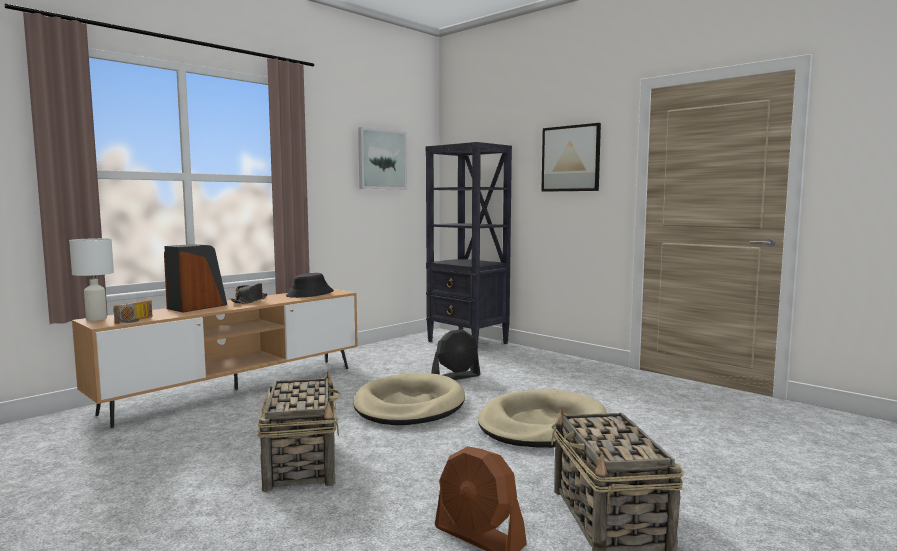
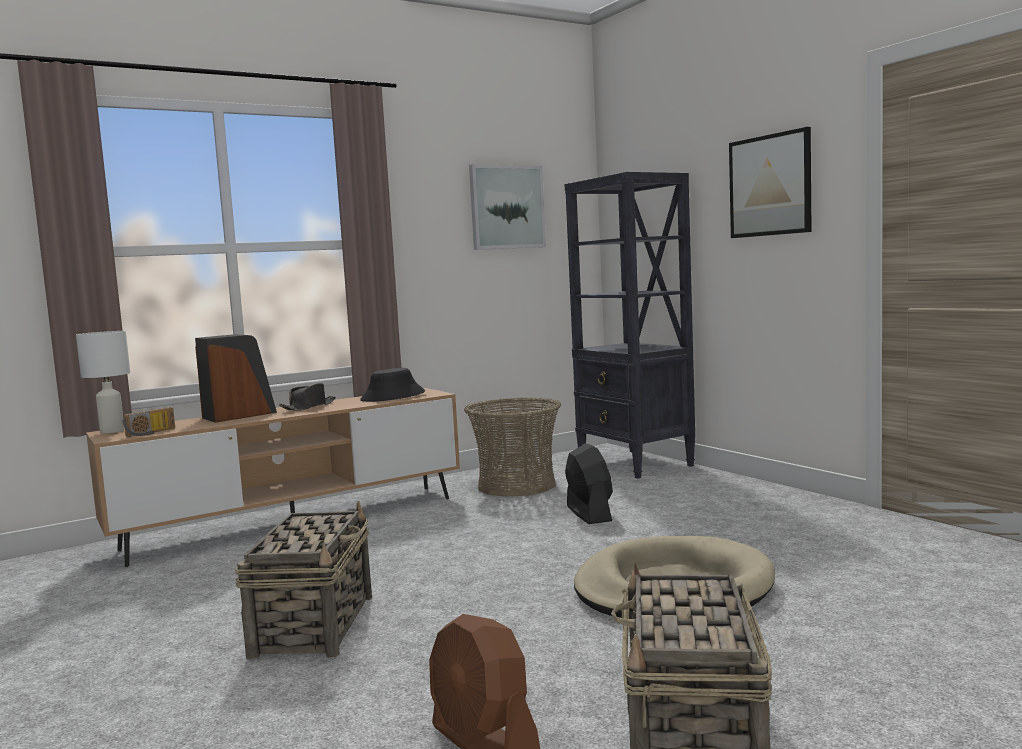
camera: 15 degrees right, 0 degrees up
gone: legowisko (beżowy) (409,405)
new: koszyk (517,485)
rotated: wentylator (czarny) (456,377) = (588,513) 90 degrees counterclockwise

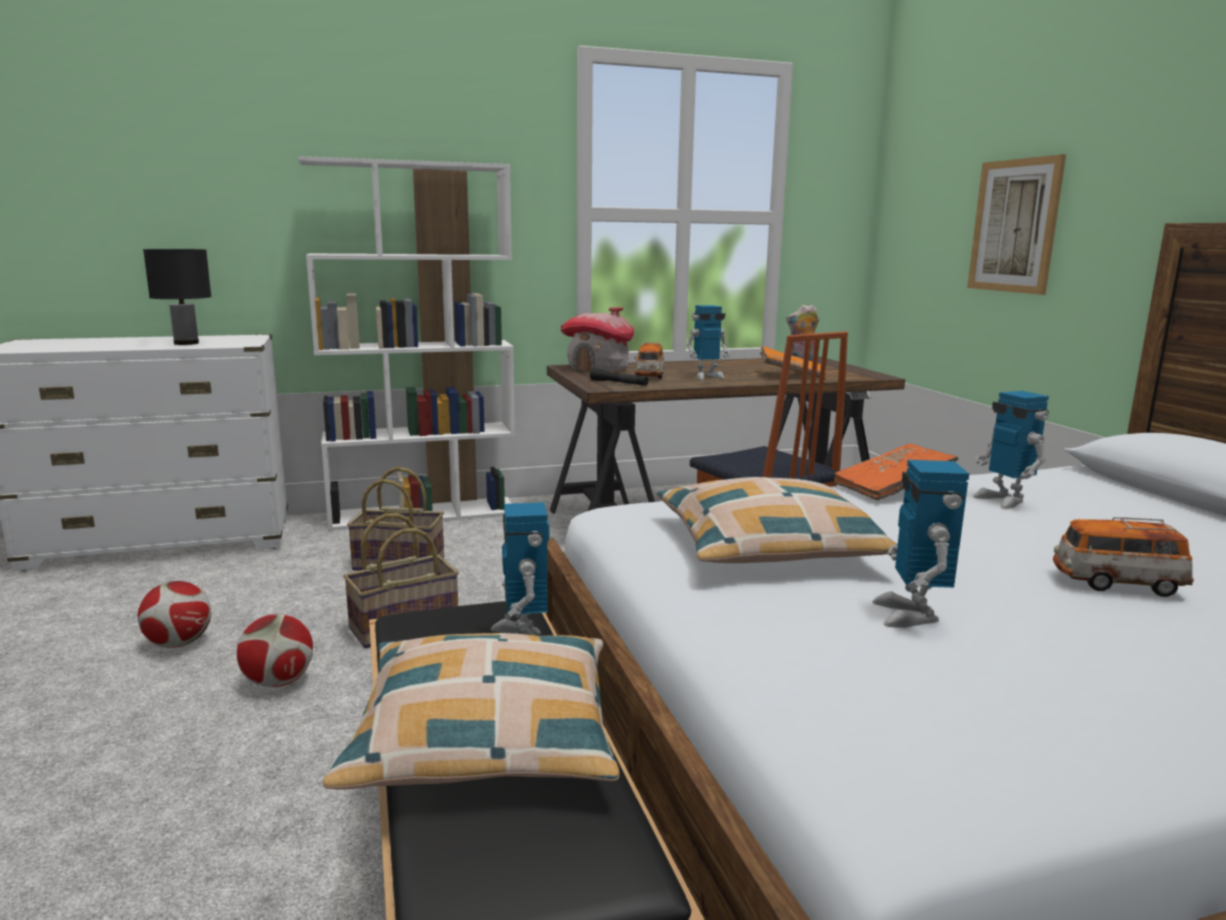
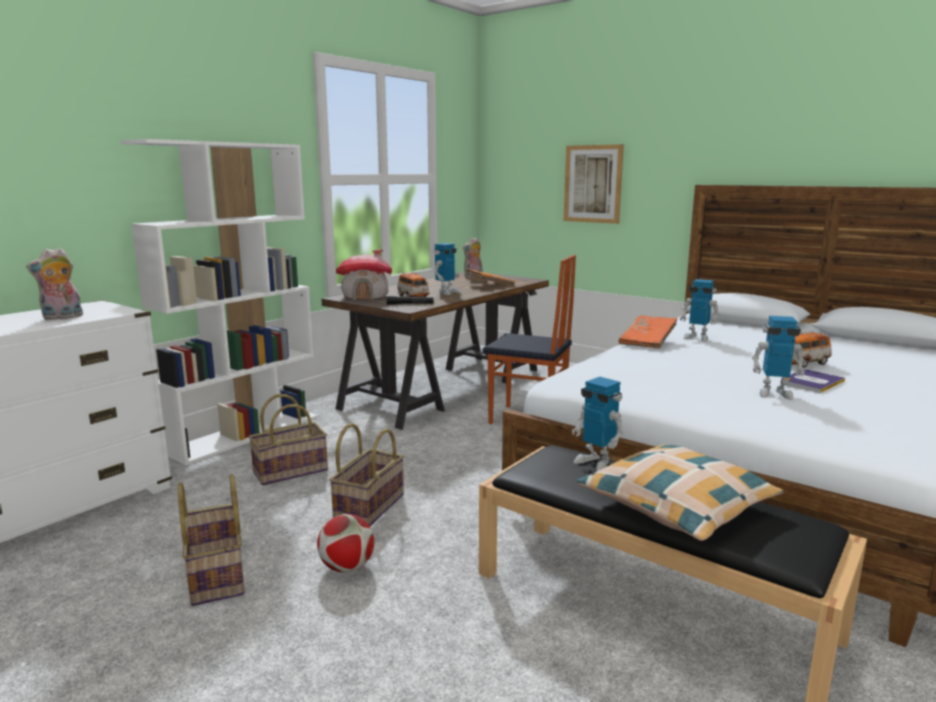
camera: 35 degrees left, 0 degrees up
gone: poduszka (767,546)
new: książka (811,382)
swapped: lampa stołowa (czarny) (187,343) to pluszak (62,317); piłka futbolowa (178,644) to koszyk (218,575)
rotated: robot zabawkowy (911,615) = (774,393) 45 degrees counterclockwise

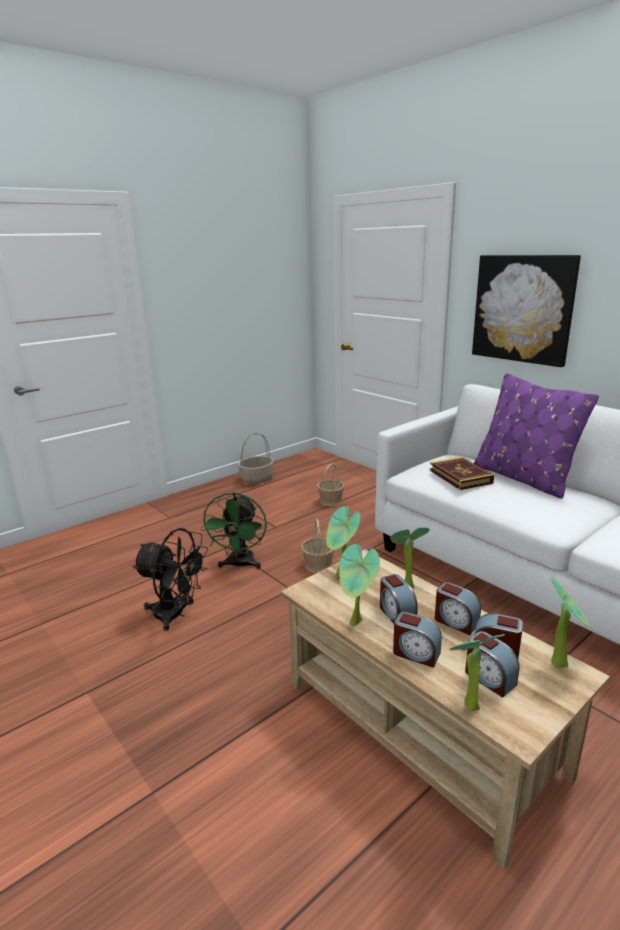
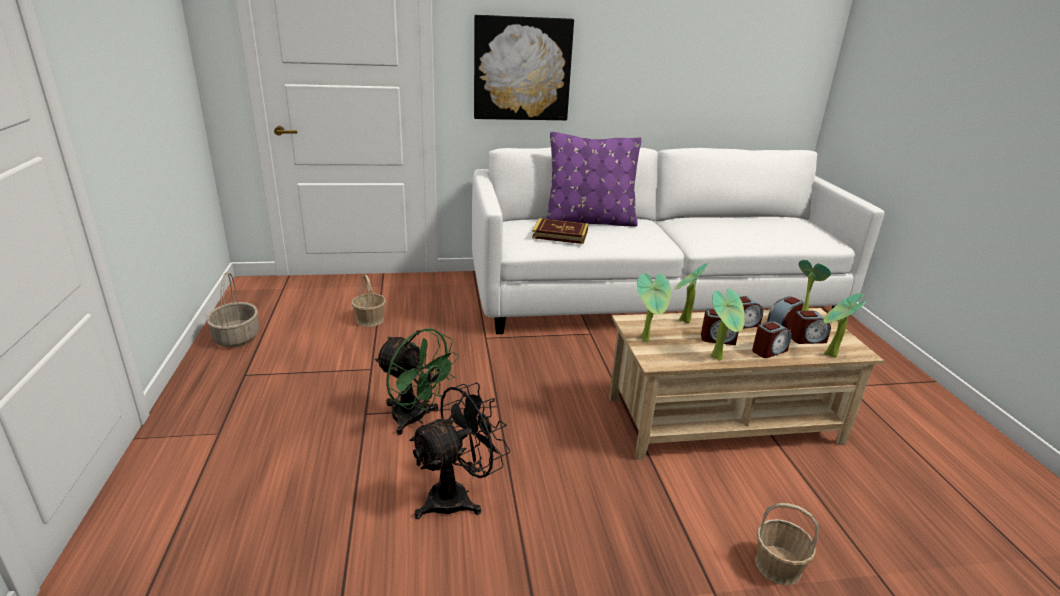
camera: 60 degrees left, 5 degrees up
shifted: koszyk (318,565) to (778,566)

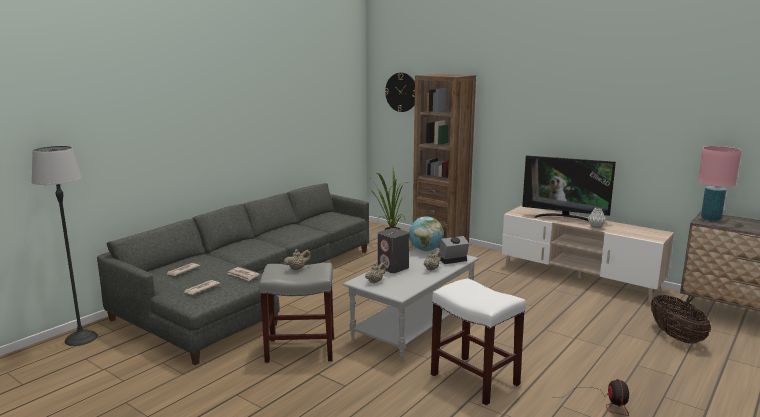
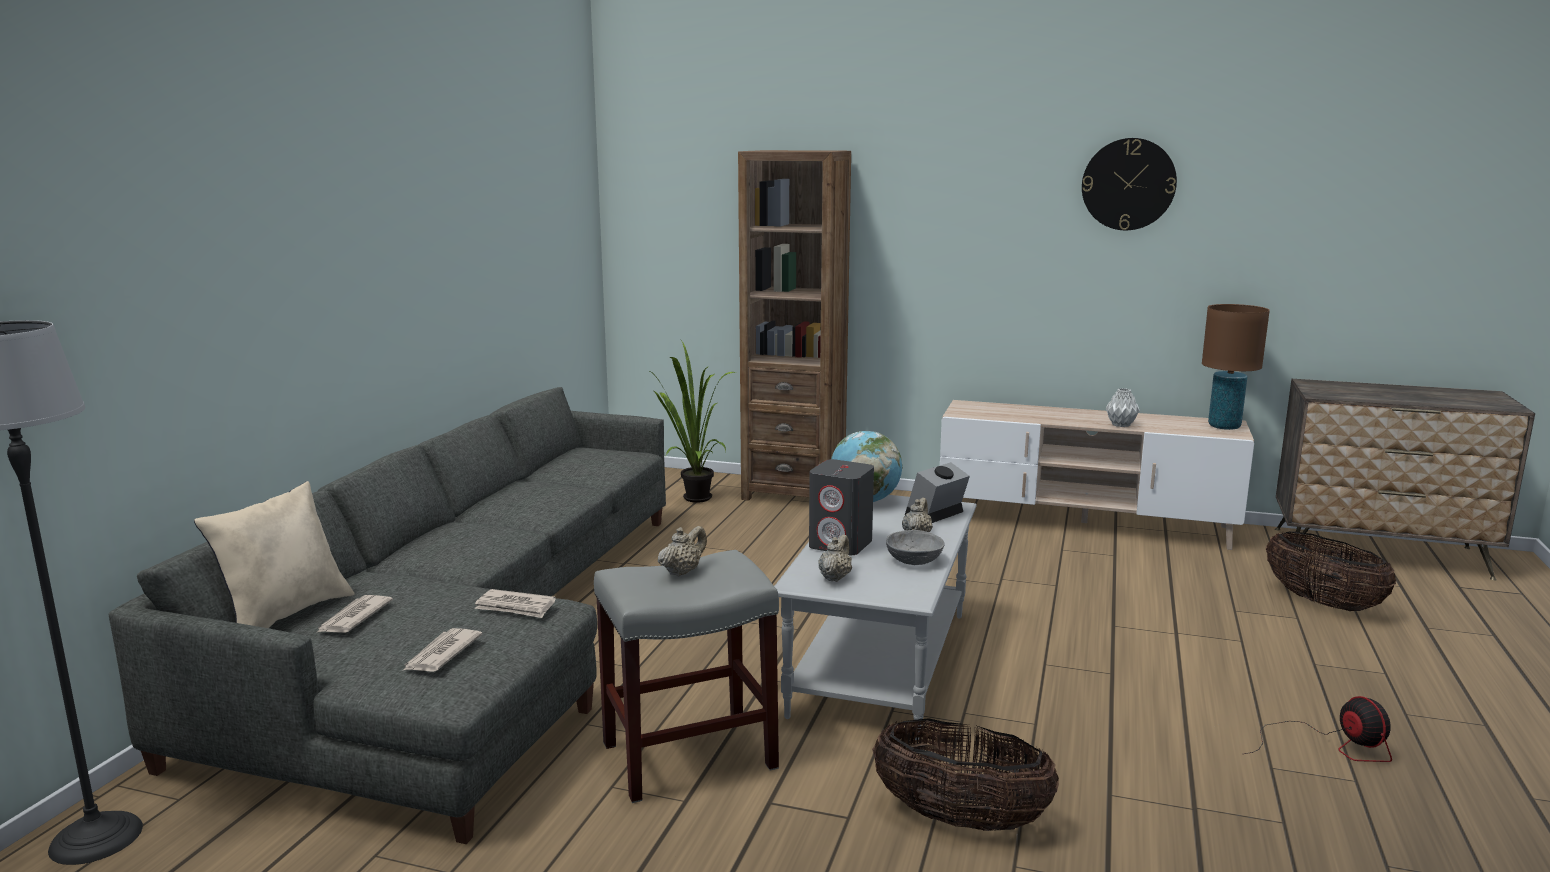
camera: 20 degrees left, 0 degrees up
gone: lampa stołowa (różowy) (711,218); telewizor (564,218); stołek (biały) (475,380)
new: lampa stołowa (brązowy) (1224,426); poduszka (beżowy) (285,615); miska (szary) (913,560); koszyk (960,819)
shifted: zegar ścienny (401,92) to (1128,184)

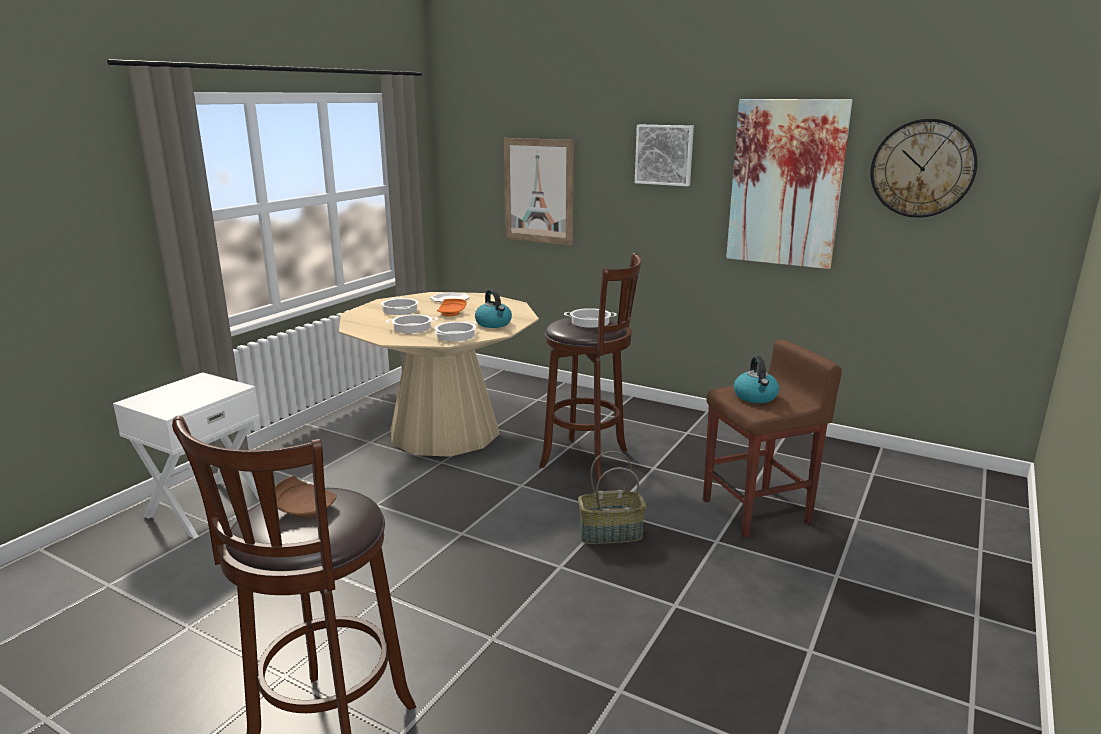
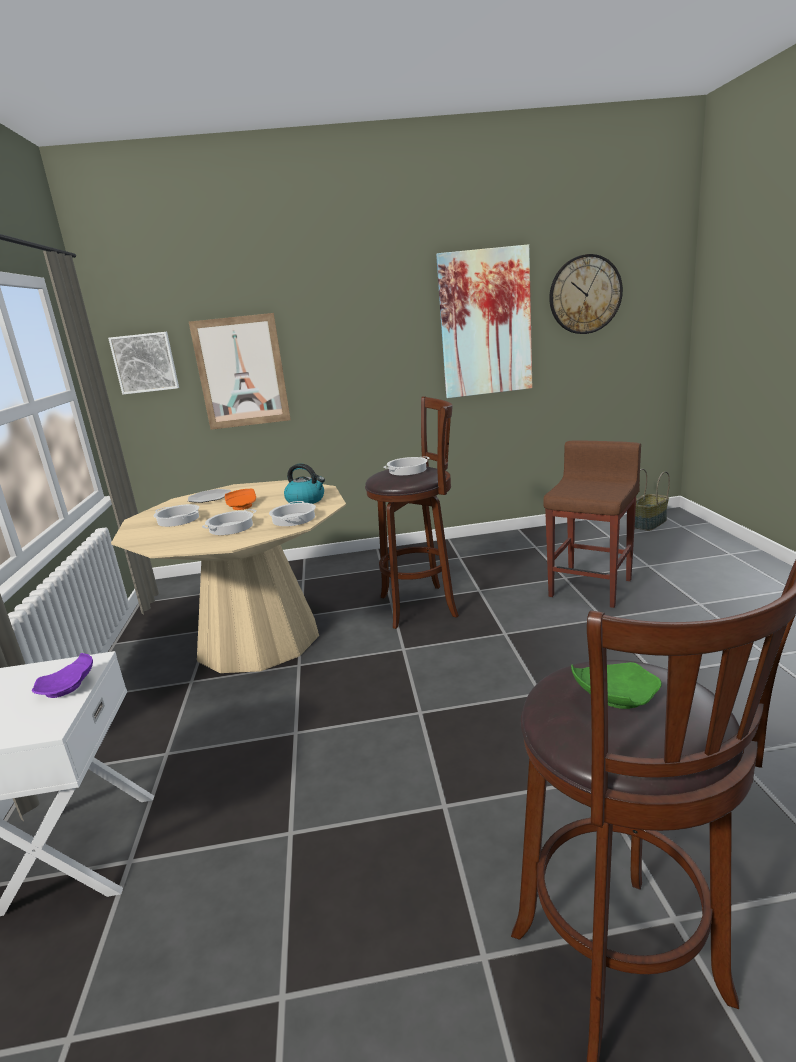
camera: 35 degrees left, 0 degrees up
gone: czajnik (755,397)
new: talerz (fioletowy) (68,687)
shifted: obraz (664,154) to (145,363); koszyk (610,534) to (649,523)
repainted: talerz (brązowy) (304,508) to talerz (zielony) (614,697)

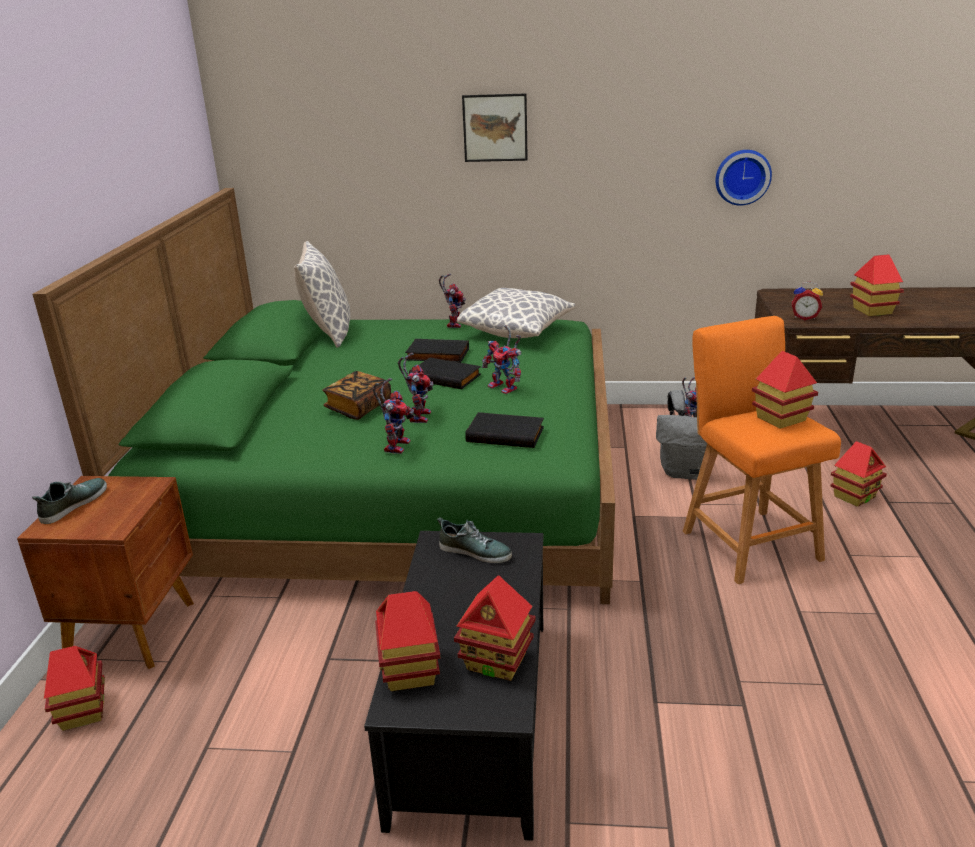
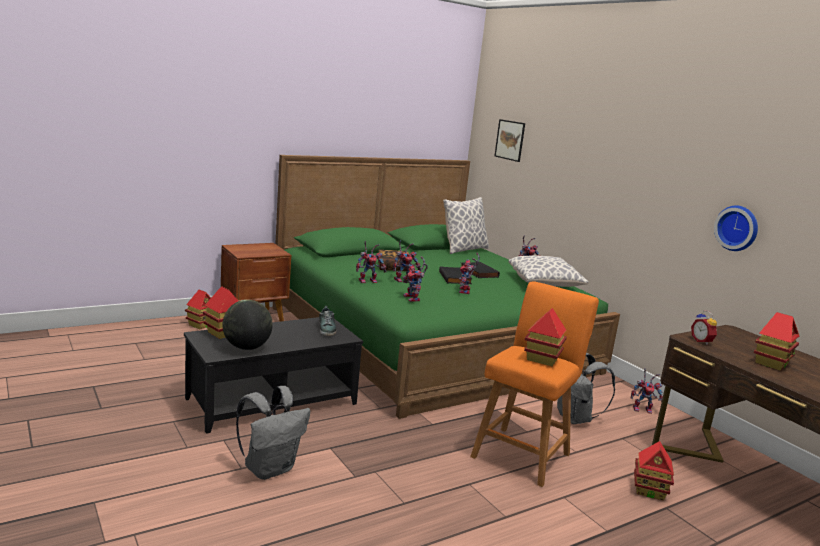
camera: 50 degrees right, 10 degrees down
gone: but (73,504)
new: plecak (szary) (270,468)
shifted: obraz (495,128) to (510,140)
swapped: książka (czarny) (506,434) to robot zabawkowy (413,299); domek (497,661) to globus (247,347)

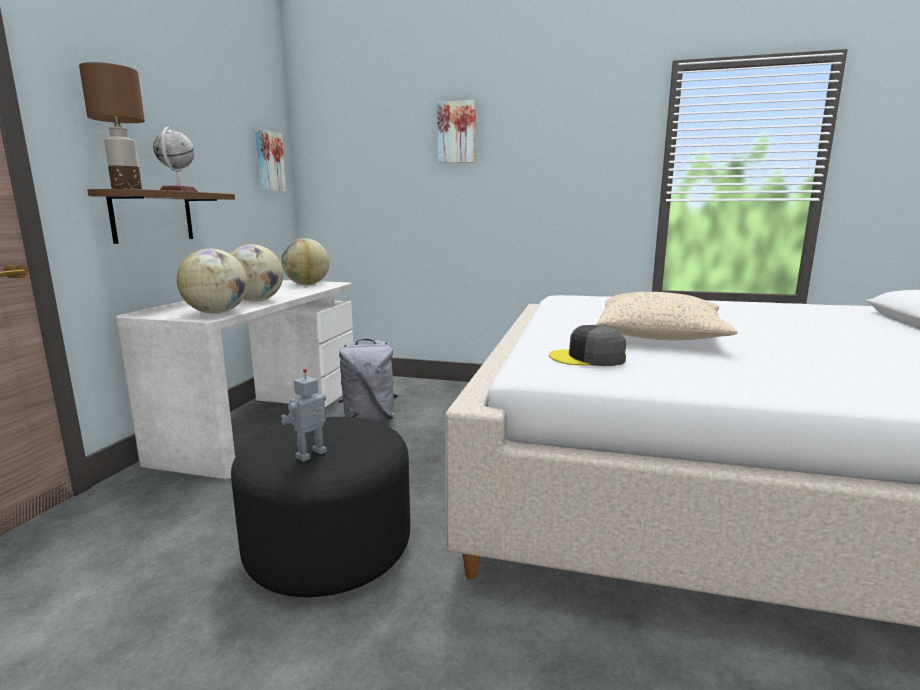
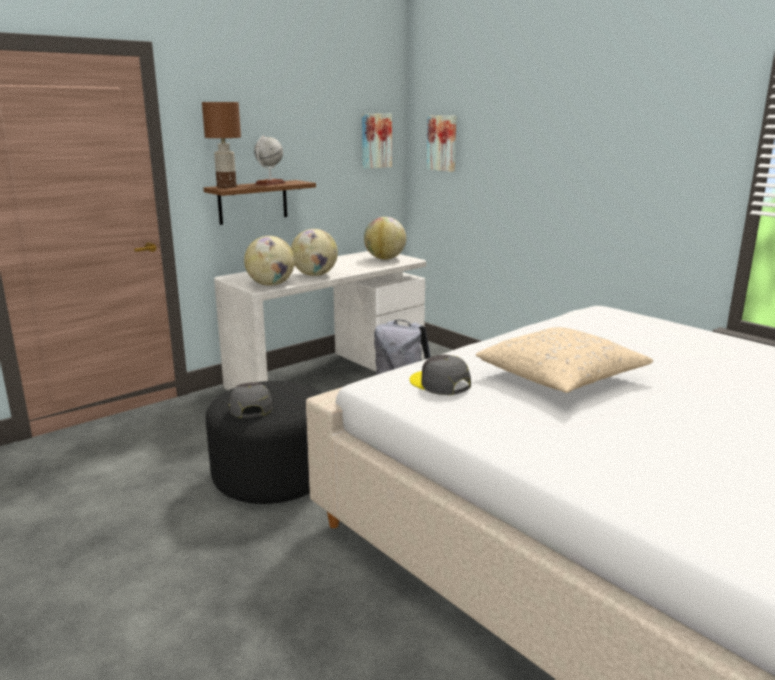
camera: 35 degrees right, 5 degrees up
shifted: obraz (457,132) to (443,143)
swapped: robot zabawkowy (312,455) to czapka z daszkiem (szary) (250,406)

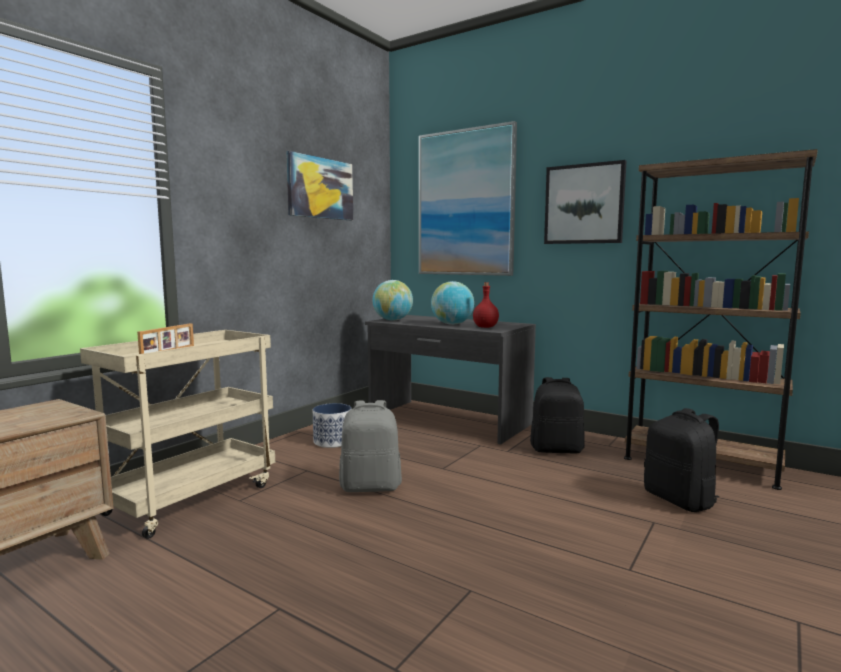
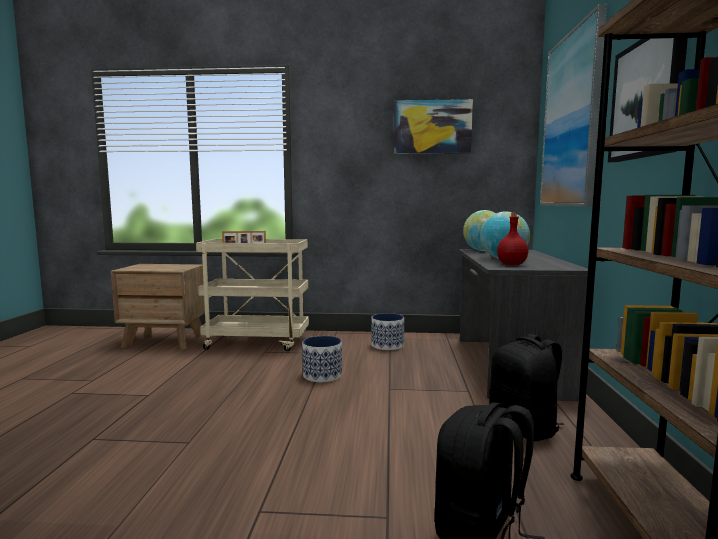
camera: 60 degrees right, 0 degrees up
swapped: plecak (szary) (371,486) to donica (322,375)

